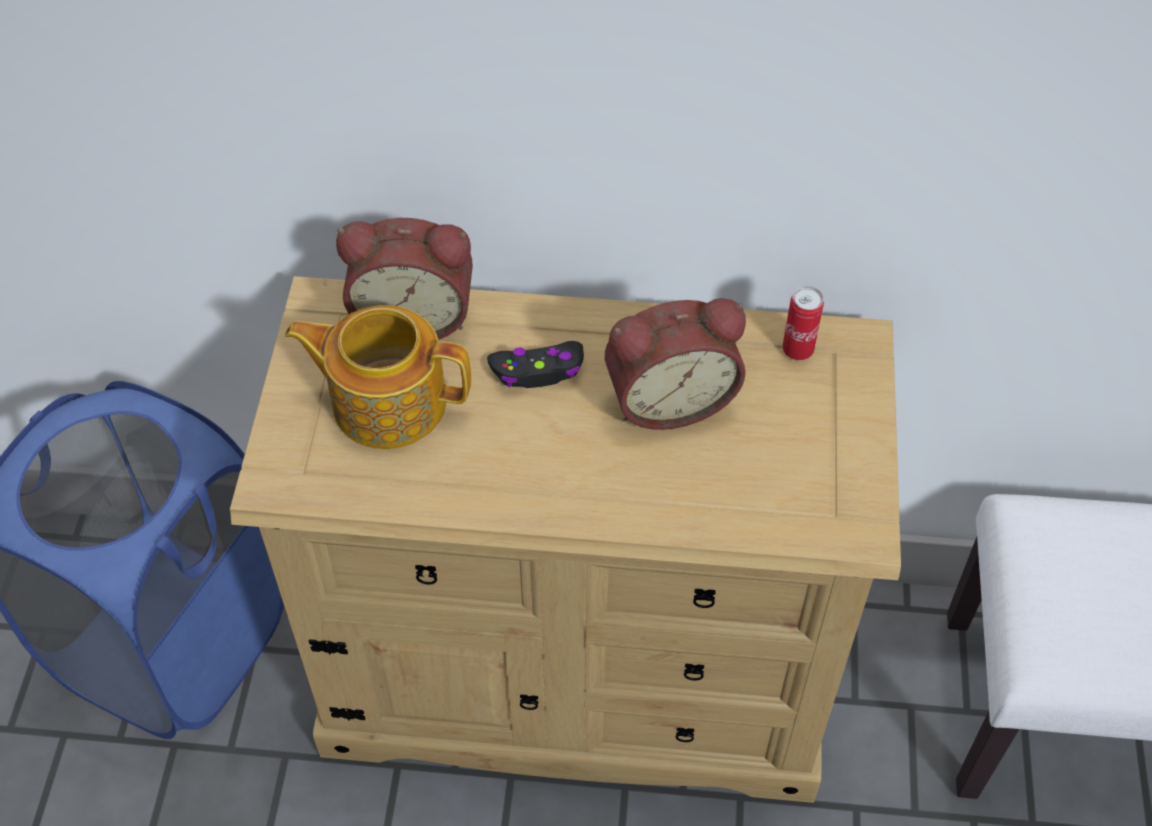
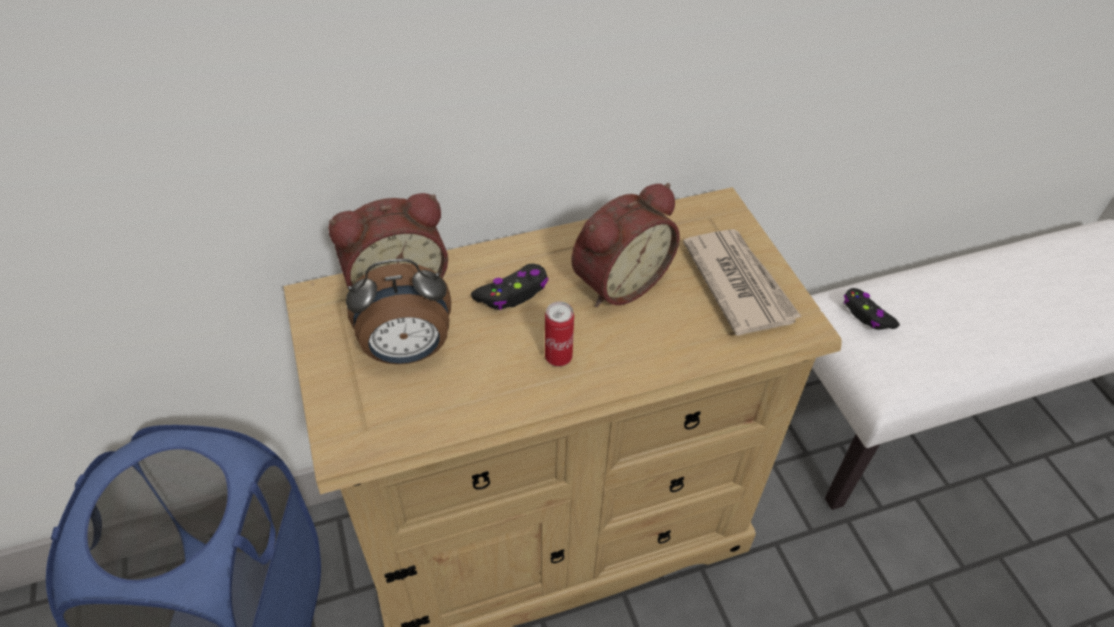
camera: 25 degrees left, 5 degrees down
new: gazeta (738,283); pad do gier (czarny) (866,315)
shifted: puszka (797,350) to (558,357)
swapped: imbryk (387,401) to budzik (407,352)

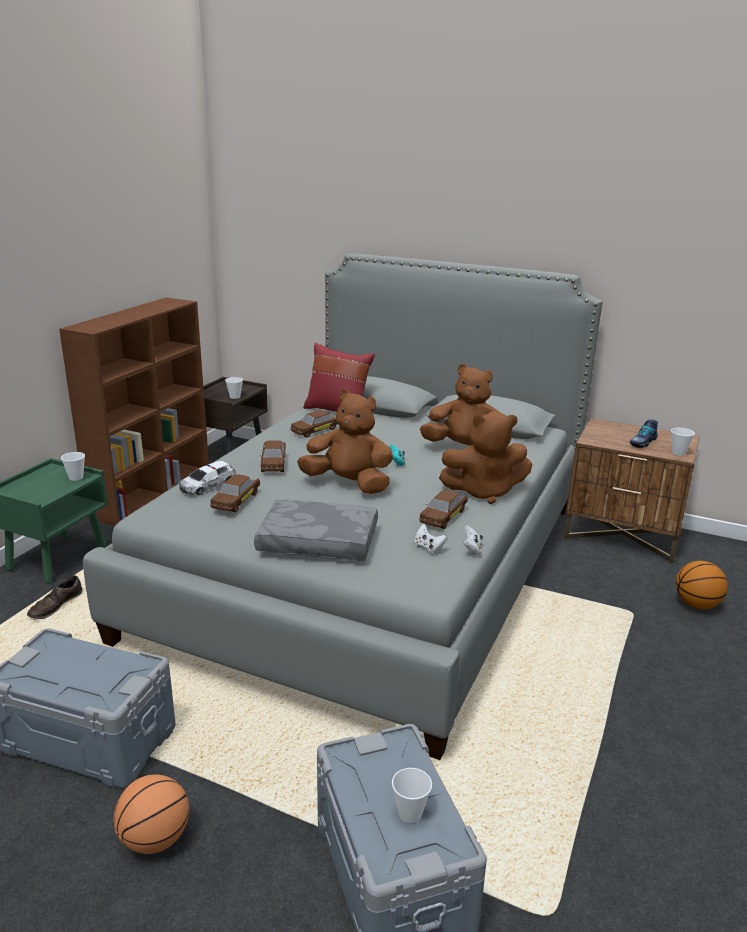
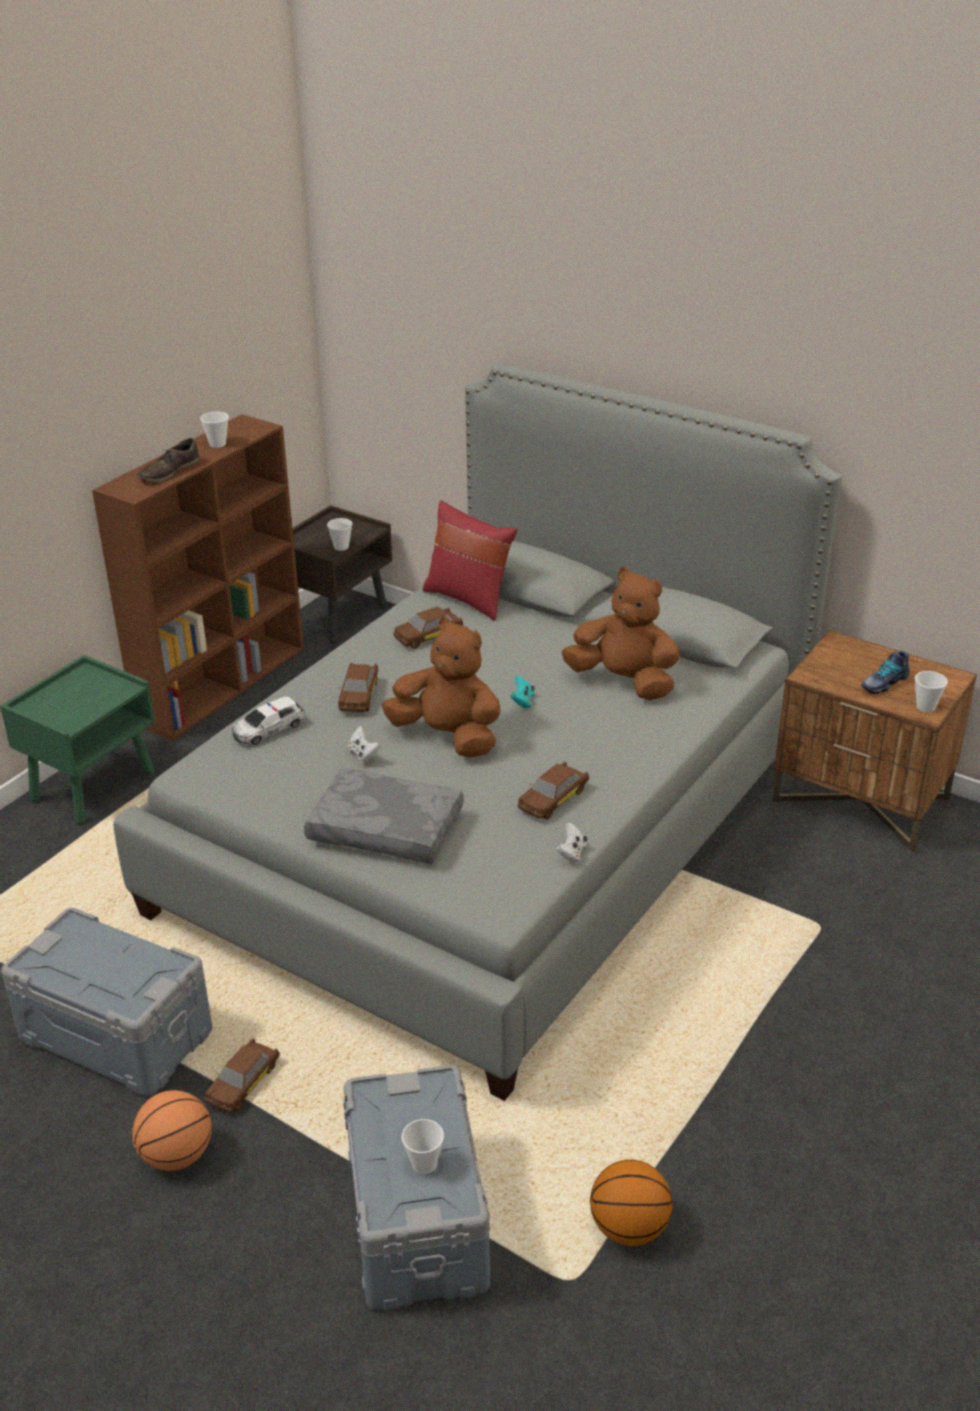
camera: 10 degrees right, 10 degrees up
gone: pluszak (brązowy) (484,491)
shifted: filiżanka (76,477) to (217,444); samochodzik (brązowy) (236,500) to (243,1083); pad do gier (biały) (428,548) to (363,754); piłka do koszykówki (697,605) to (629,1228); but (brązowy) (55,605) to (169,471)

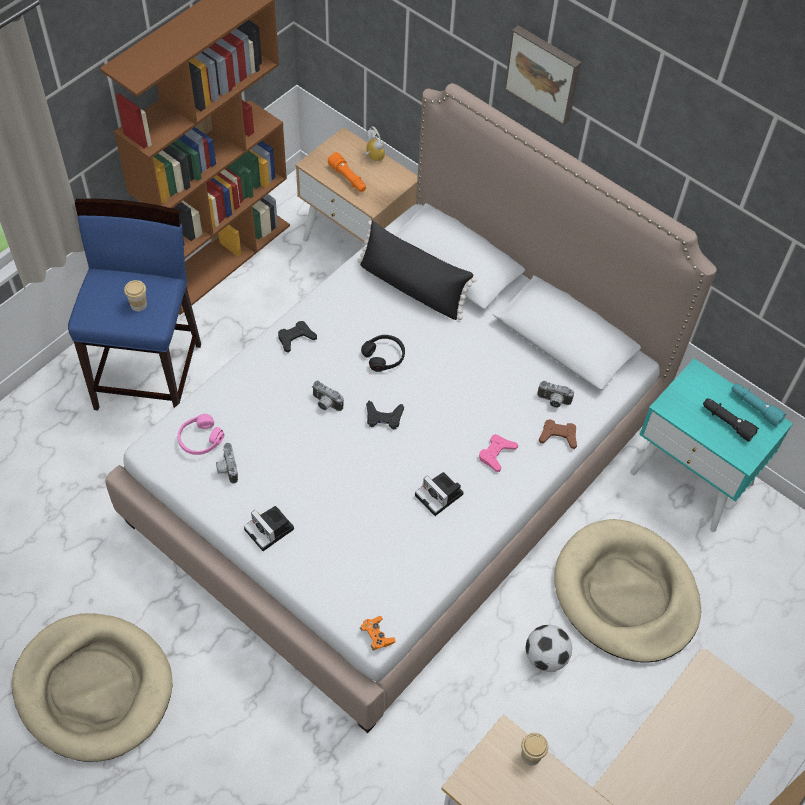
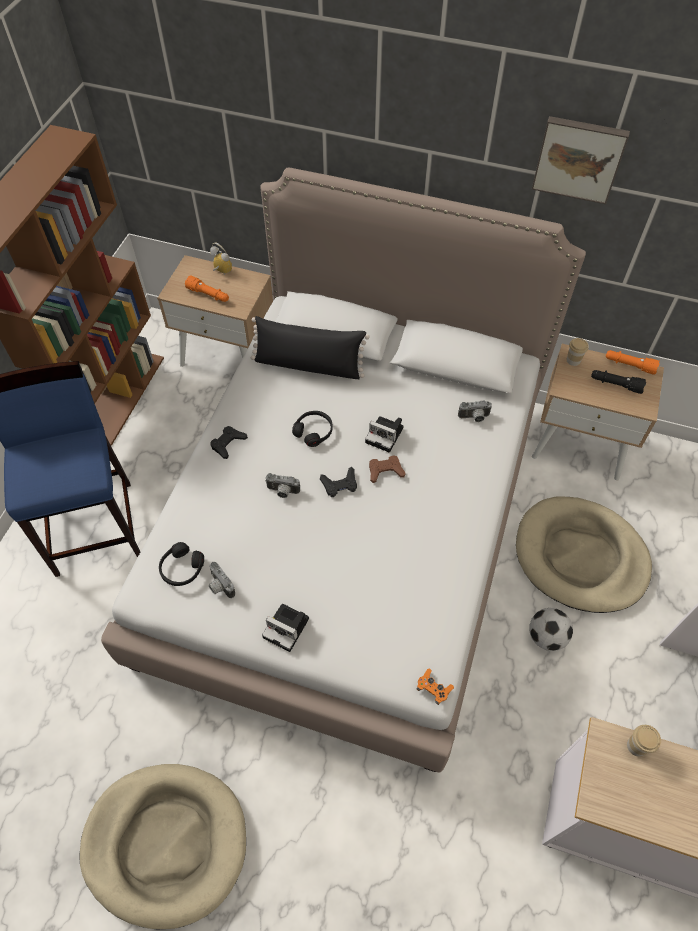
camera: 20 degrees left, 0 degrees up
gone: pad do gier (różowy) (496,454)
shifted: obraz (544,73) to (579,158); filiżanka (138,305) to (573,360); pad do gier (brązowy) (558,436) to (385,471); aparat fotograficzny (440,496) to (386,435)
repainted: szafka nocna (turkusowy) (692,478) to szafka nocna (beżowy) (580,444); latarka (turkusowy) (755,407) to latarka (pomarańczowy) (629,365); słuchawki (różowy) (200,439) to słuchawki (czarny) (182,568)

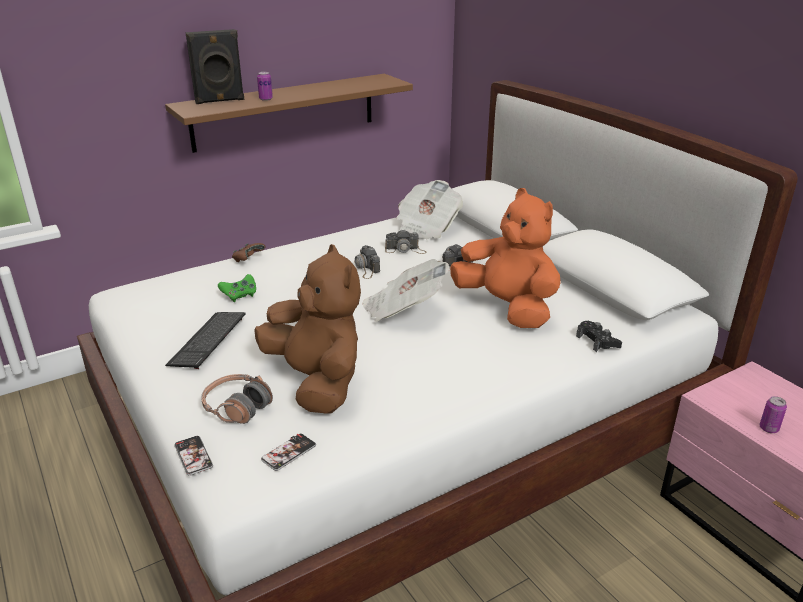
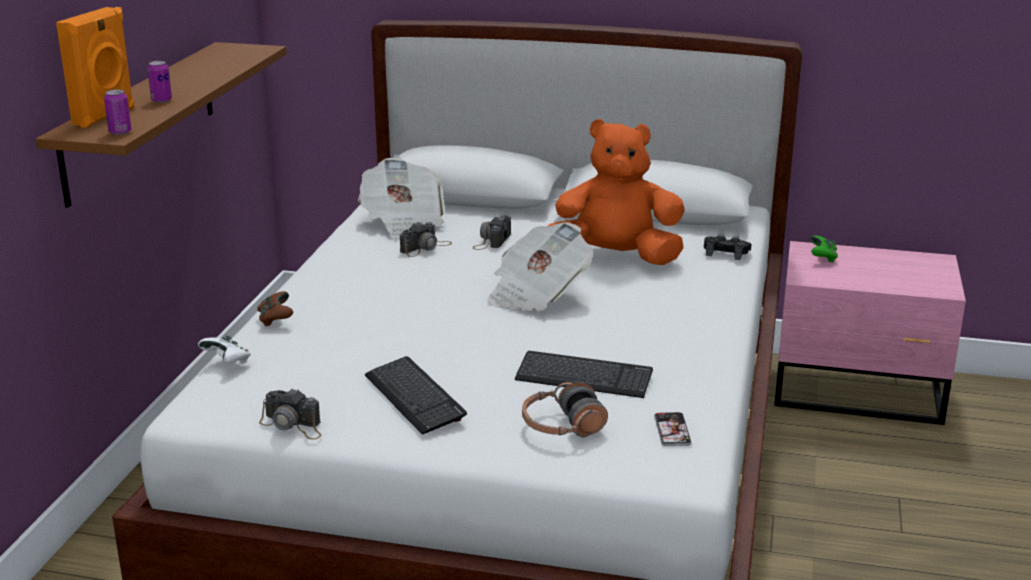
camera: 45 degrees left, 5 degrees down
gone: telefon (193,456)
new: pad do gier (biały) (227,362)
shifted: aparat fotograficzny (366,268) to (293,425); pad do gier (zielony) (239,296) to (823,257); puszka (768,428) to (120,132)
swapped: pluszak (brązowy) (317,382) to klawiatura (584,377)
repainted: głośnik (czarny) (220,101) to głośnik (pomarańczowy) (106,116)

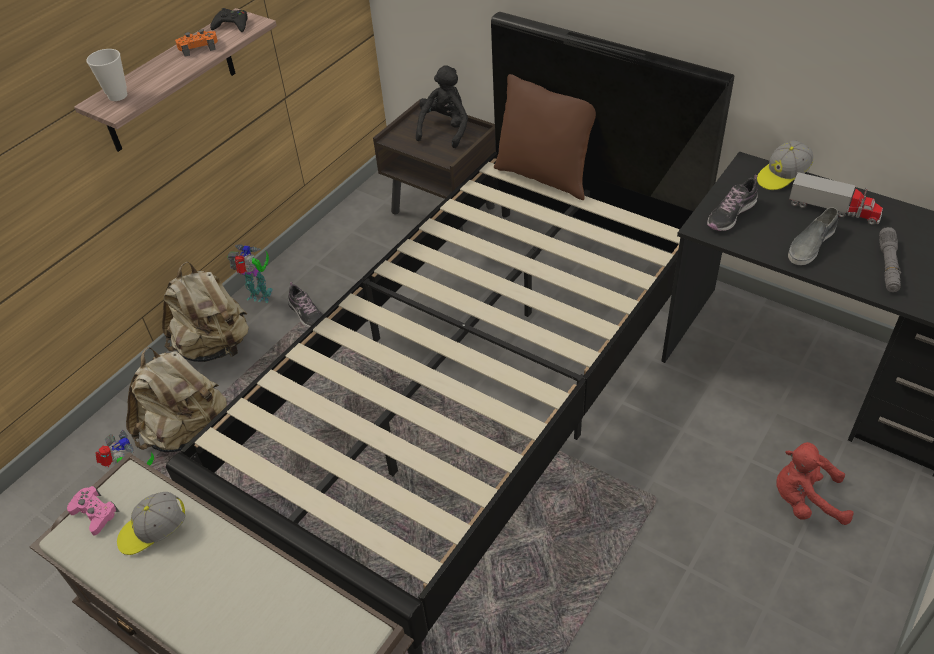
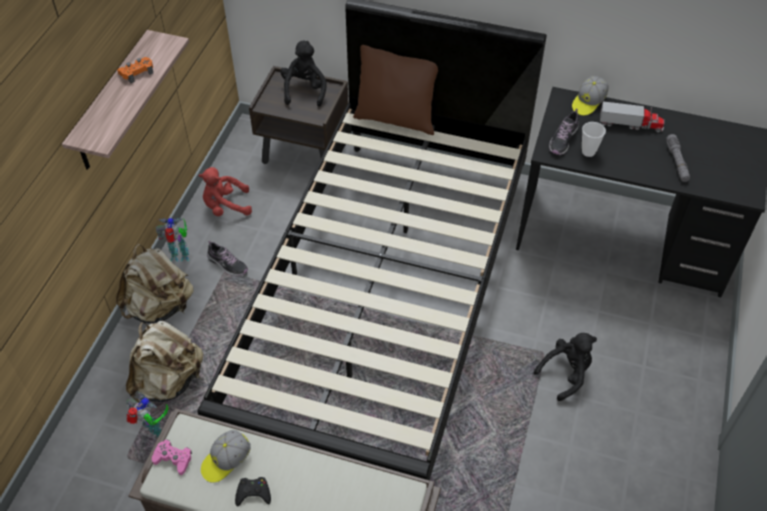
camera: 20 degrees left, 5 degrees up
gone: but (szary) (810,244)
new: pluszak (czarny) (566,373)
shifted: pad do gier (czarny) (232,25) to (253,493); filiżanka (118,96) to (588,152); pluszak (czerwony) (805,500) to (225,206)

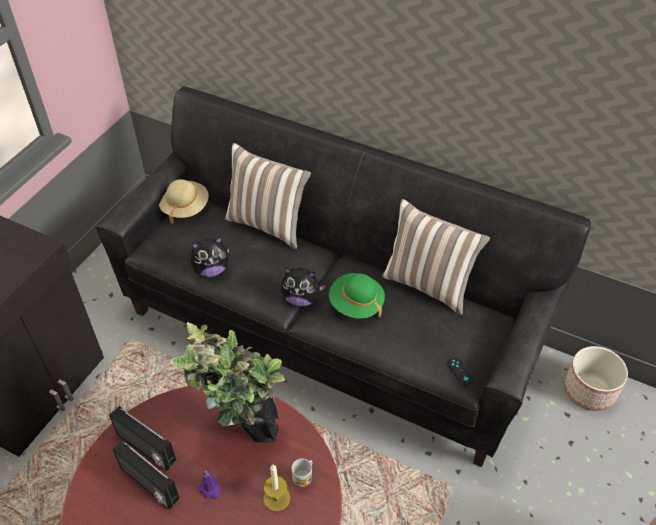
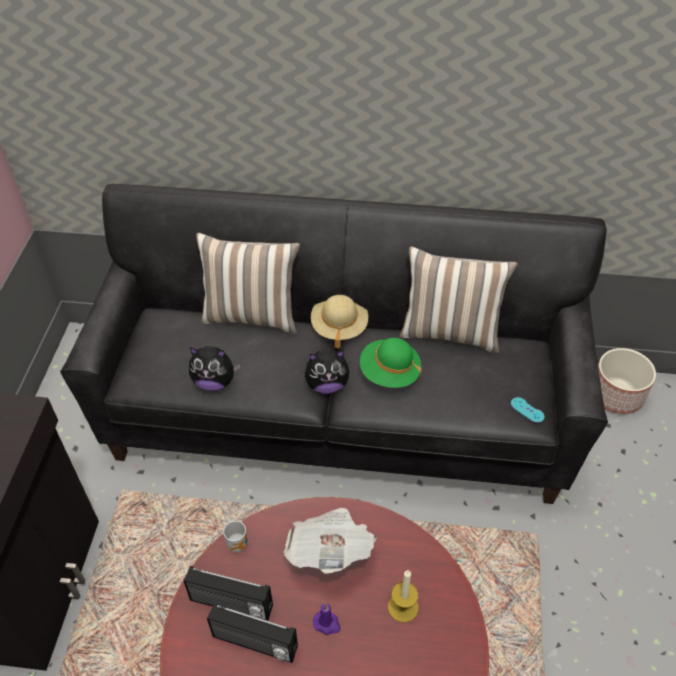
camera: 20 degrees left, 0 degrees up
shifted: kapelusz (beżowy) (185,207) to (339,326); kubek (304,479) to (239,543)
swapped: roślina doniczkowa (241,433) to gazeta (330,550)
repainted: pad do gier (czarny) (460,371) to pad do gier (turkusowy) (527,410)
rotated: pluszak (211,270) = (214,382) 45 degrees clockwise

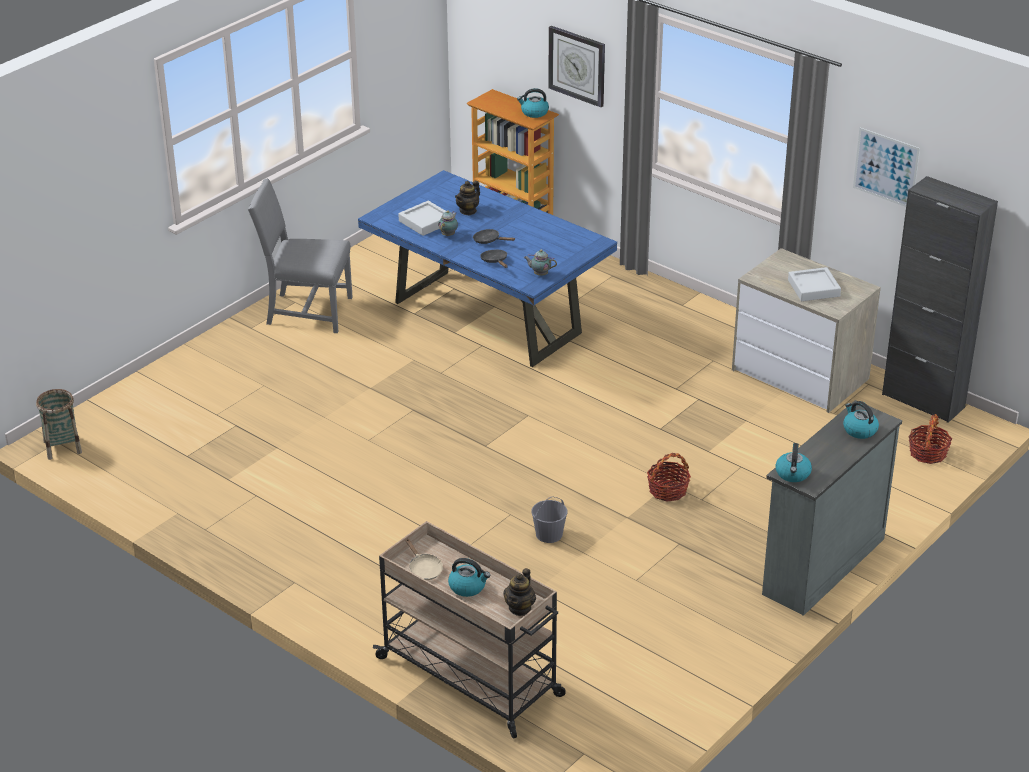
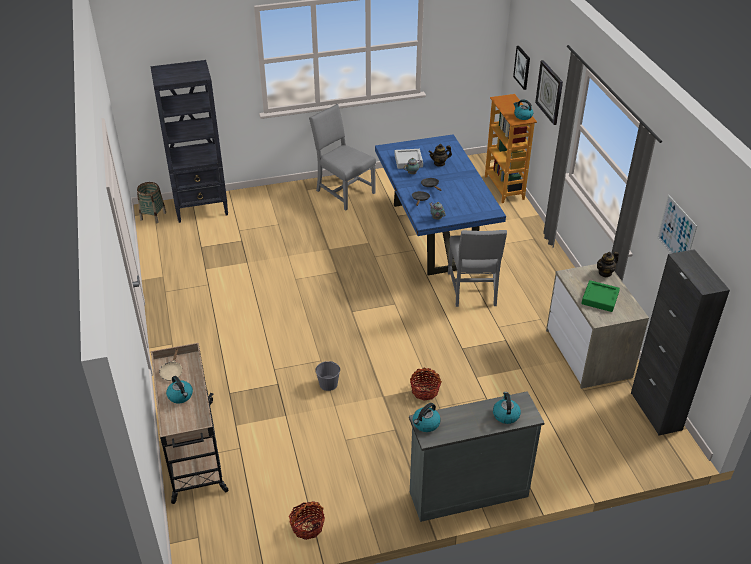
camera: 35 degrees right, 5 degrees up
new: obraz (522,67); regał (czarny) (202,208); krzesło (szary) (473,290)
shifted: koszyk (928,453) to (307,527); imbryk (520,608) to (605,273)
repainted: taca (szary) (813,288) to taca (zielony) (600,298)

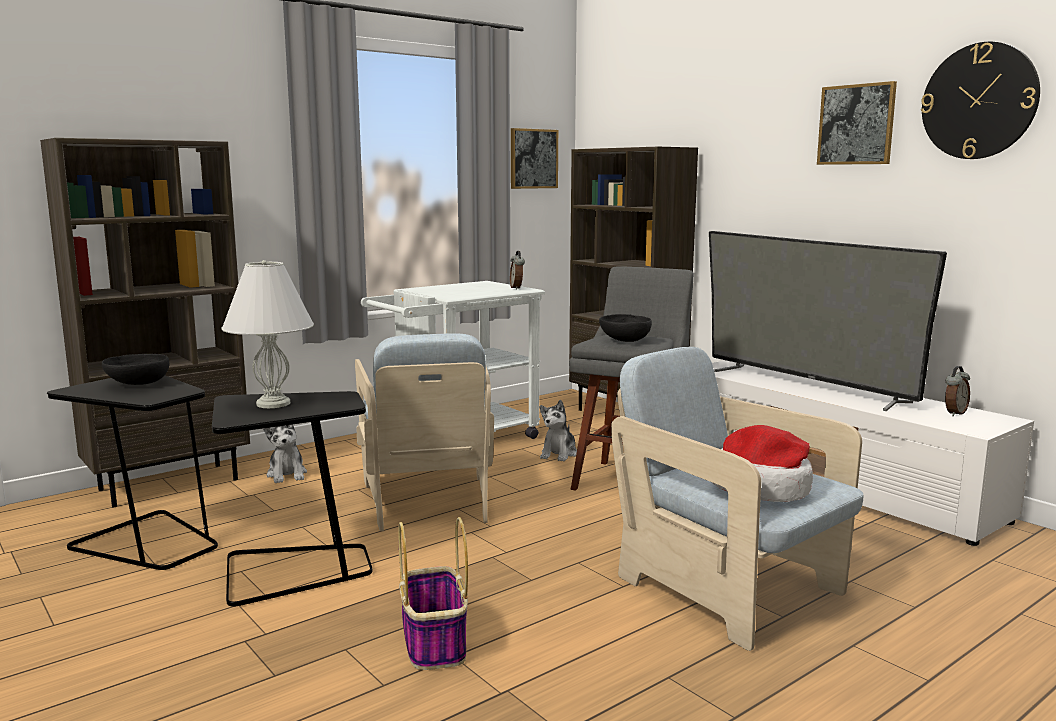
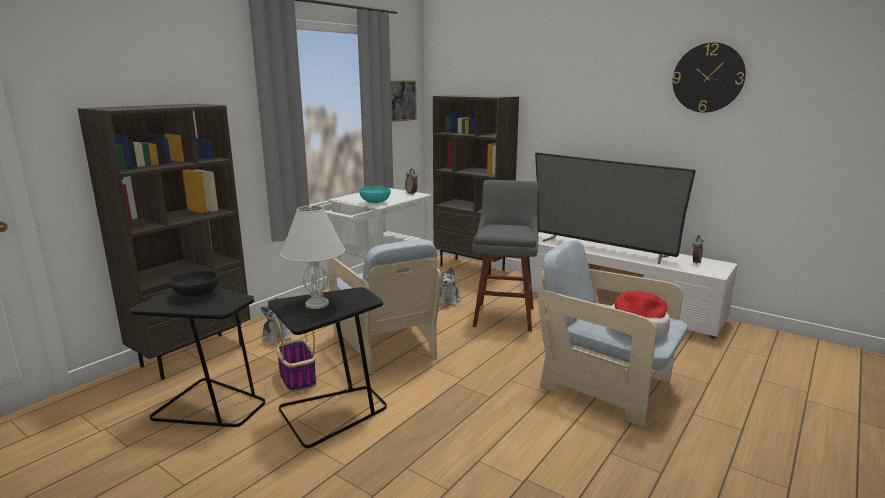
camera: 15 degrees left, 5 degrees up
gone: obraz (856,124); miska (czarny) (624,340)
new: miska (turkusowy) (375,202)
shifted: koszyk (433,642) to (297,378)

